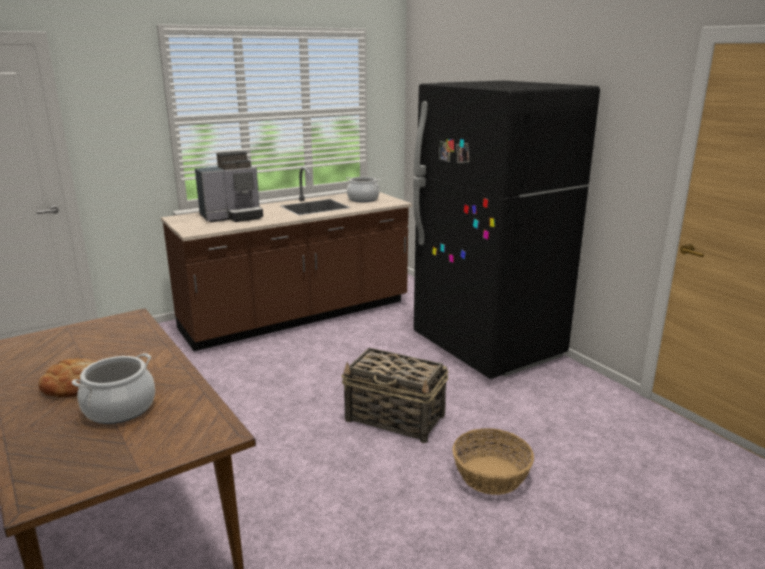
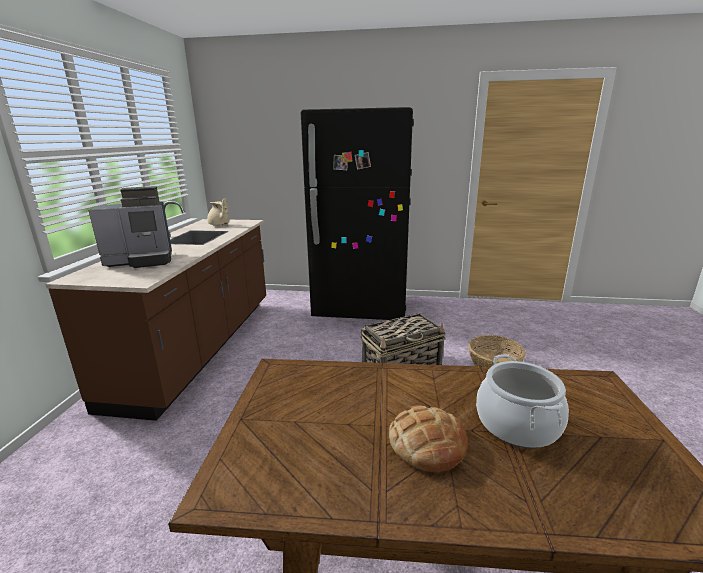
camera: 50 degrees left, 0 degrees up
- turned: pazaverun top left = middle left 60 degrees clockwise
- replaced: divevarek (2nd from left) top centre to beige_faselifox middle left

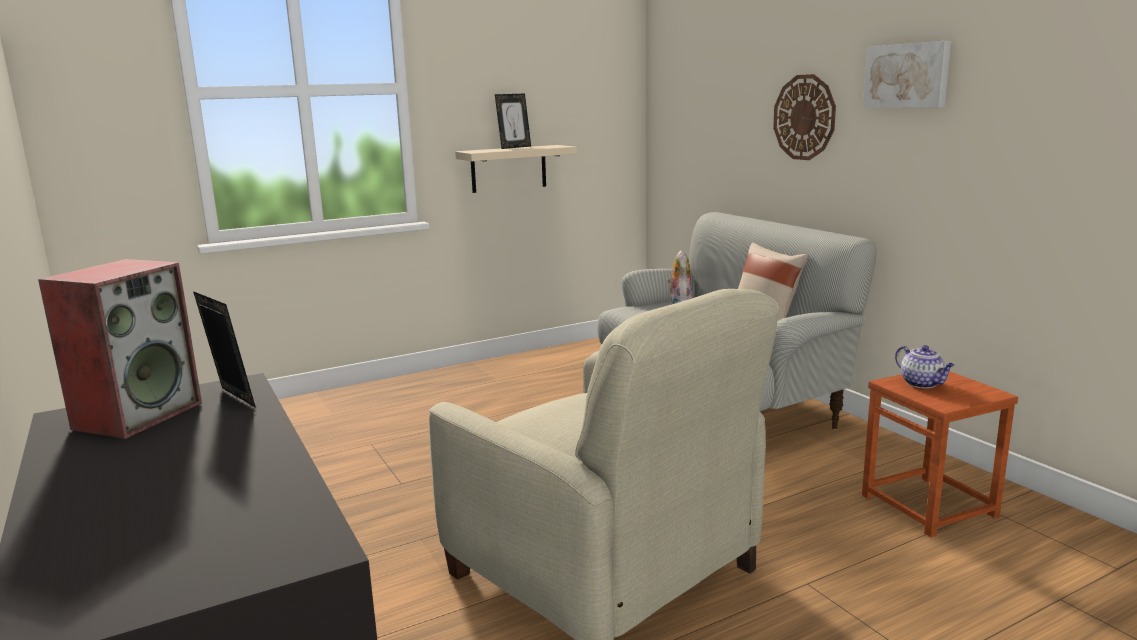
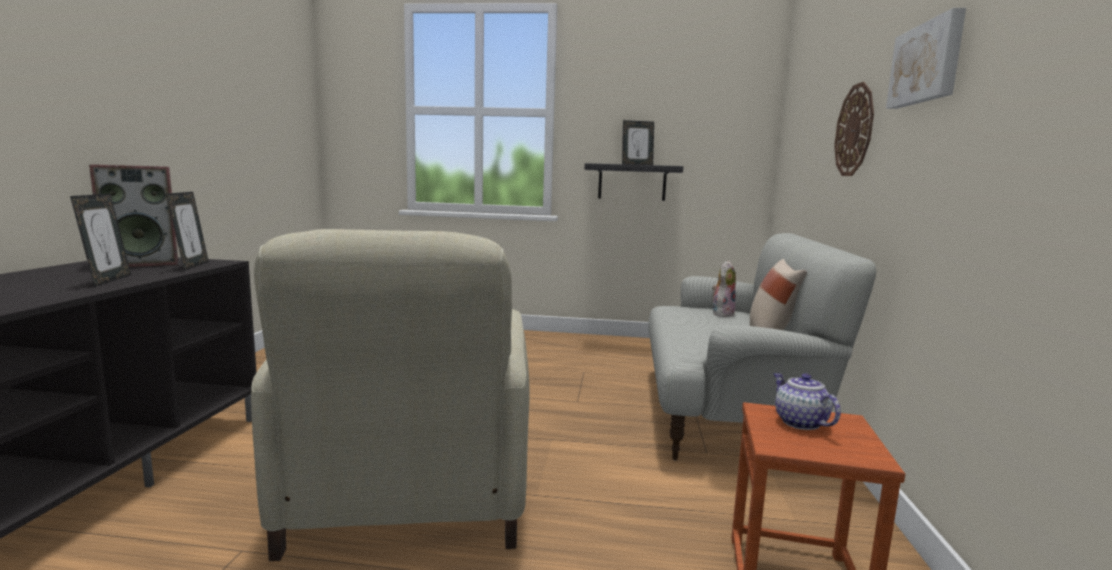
camera: 35 degrees right, 5 degrees down
- recoloured: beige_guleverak top centre to black_guleverak top centre
- turned: faselifox middle right = bottom right 150 degrees clockwise
- added: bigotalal (1st from left) middle left

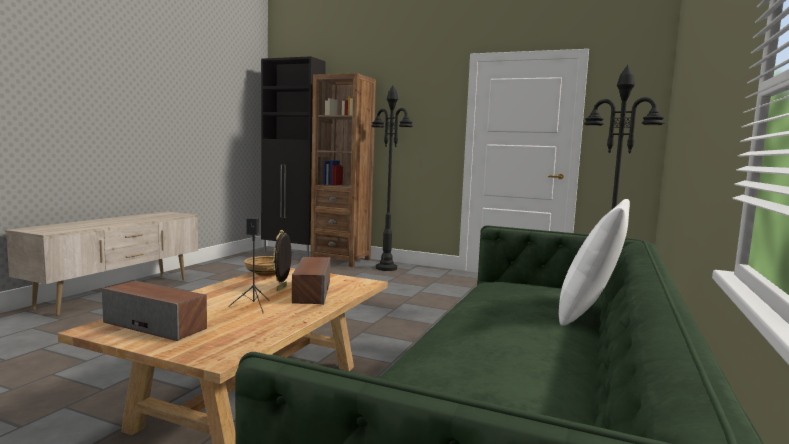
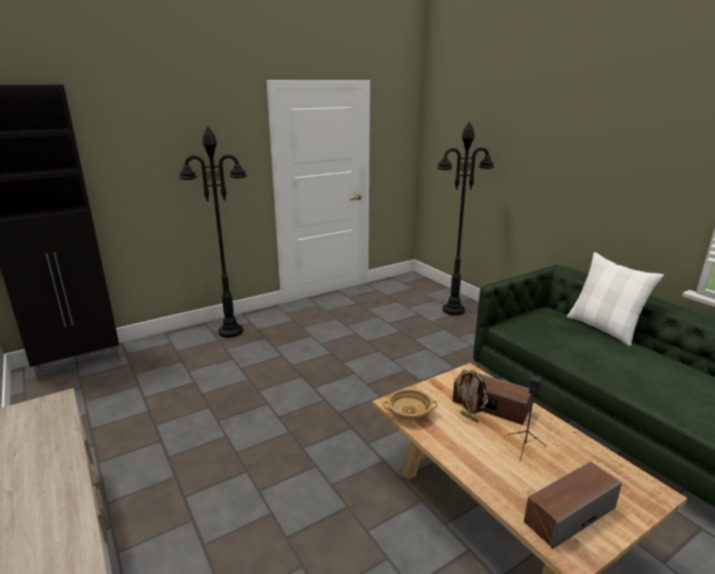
camera: 55 degrees left, 15 degrees up
- removed: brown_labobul centre

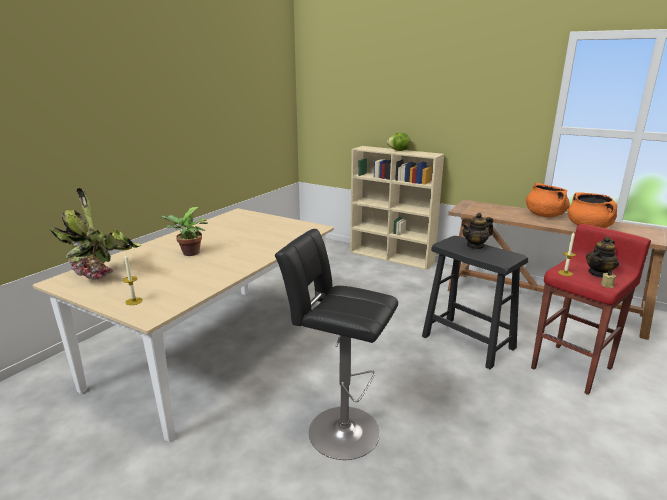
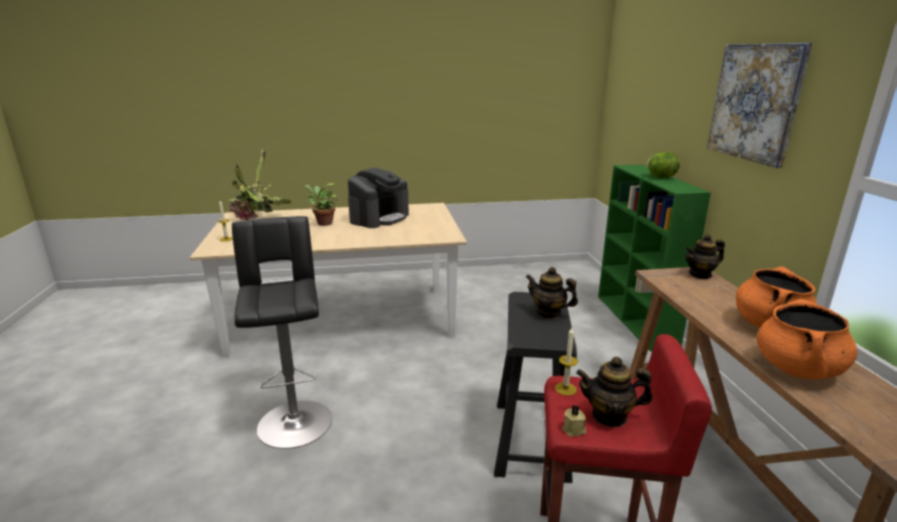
camera: 50 degrees right, 0 degrees up
- recoloured: beige_labobul centre to green_labobul middle right
- added: pazaverun centre
- added: faselifox (3rd from left) middle right
- added: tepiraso top right

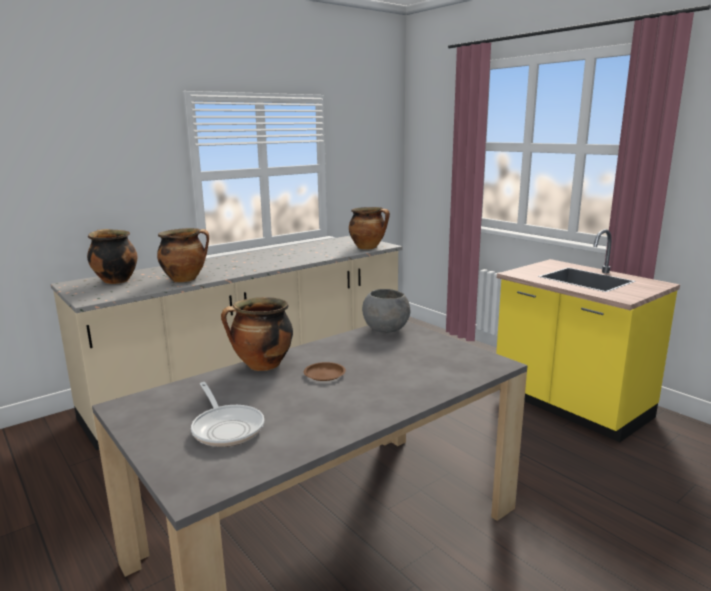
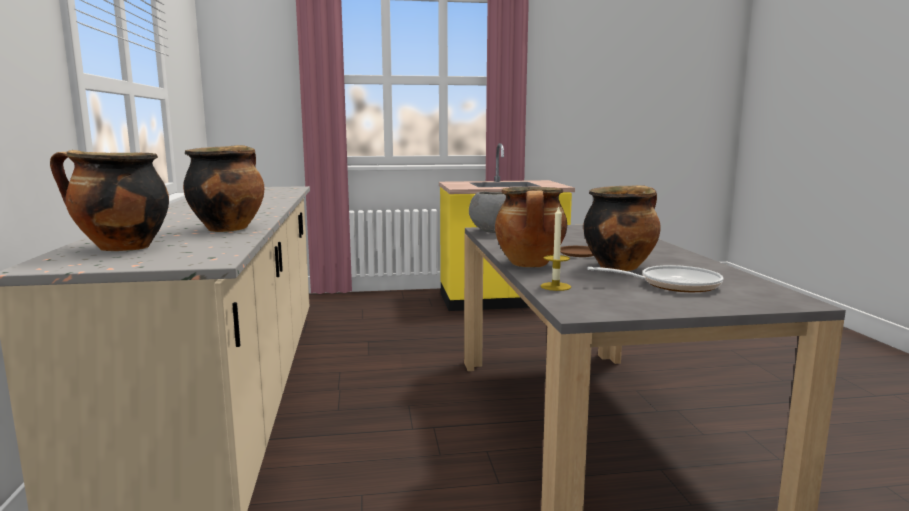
camera: 60 degrees left, 5 degrees down
- moved: divevarek (4th from left) centre to middle right
- added: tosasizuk centre

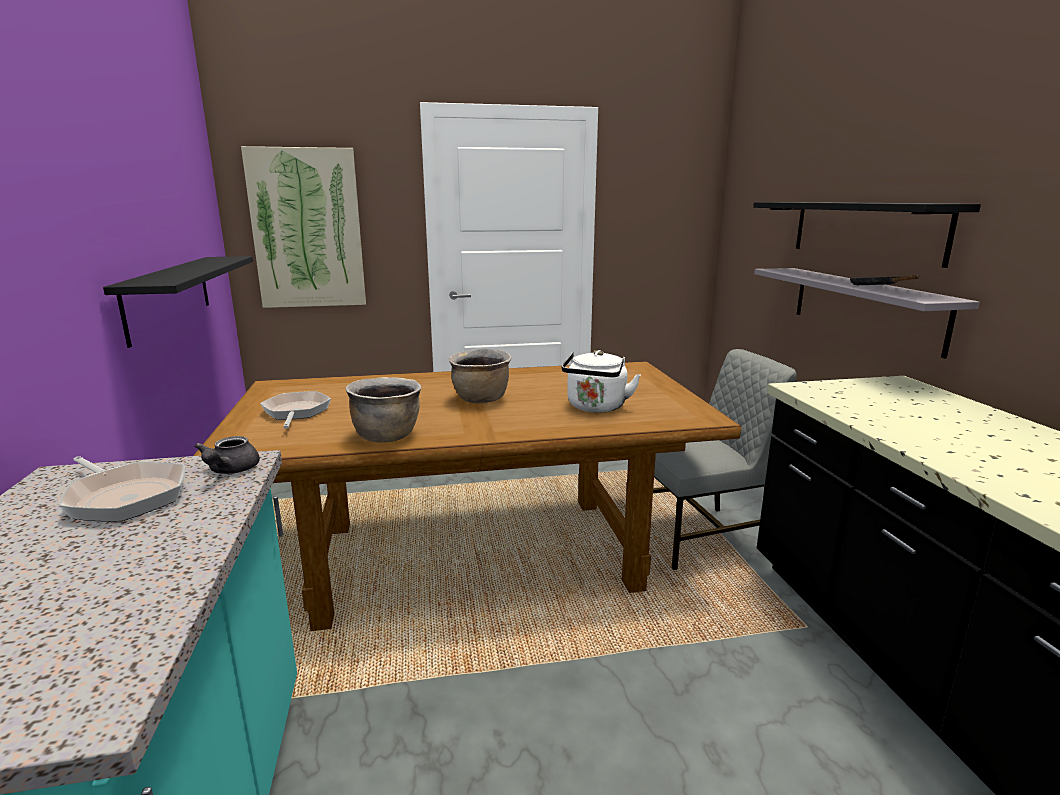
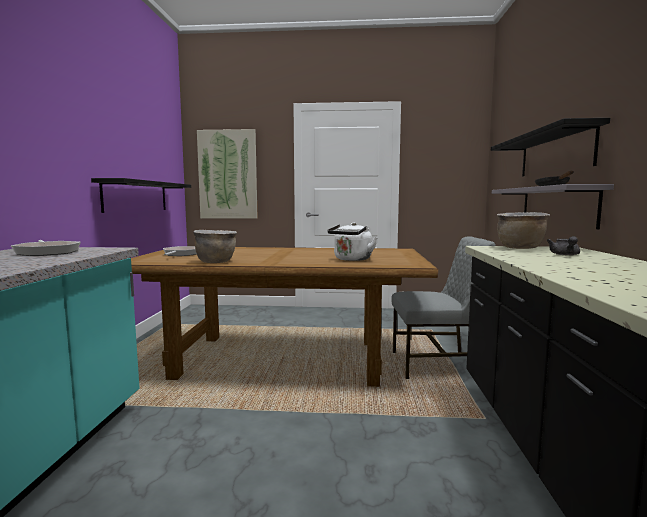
camera: 15 degrees right, 10 degrees down
- moved: grey_faselifox middle left to middle right
- moved: brown_divevarek (2nd from left) centre to middle right

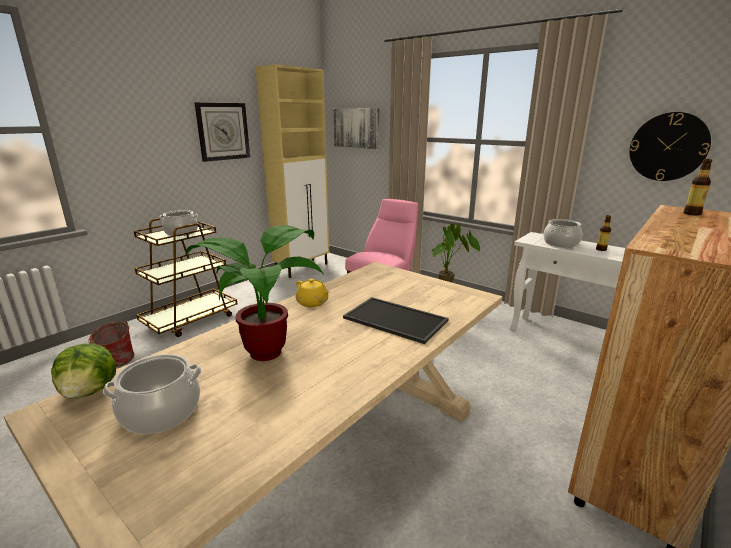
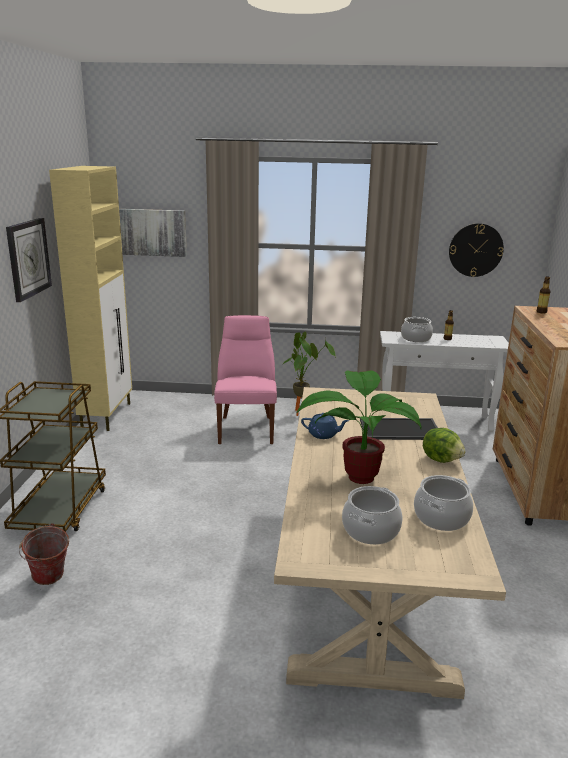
camera: 35 degrees left, 0 degrees up
- moved: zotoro bottom left to middle right
- moved: divevarek (2nd from left in the first image) middle left to divevarek (3rd from left) middle right
- recoloured: yellow_faselifox centre to blue_faselifox centre

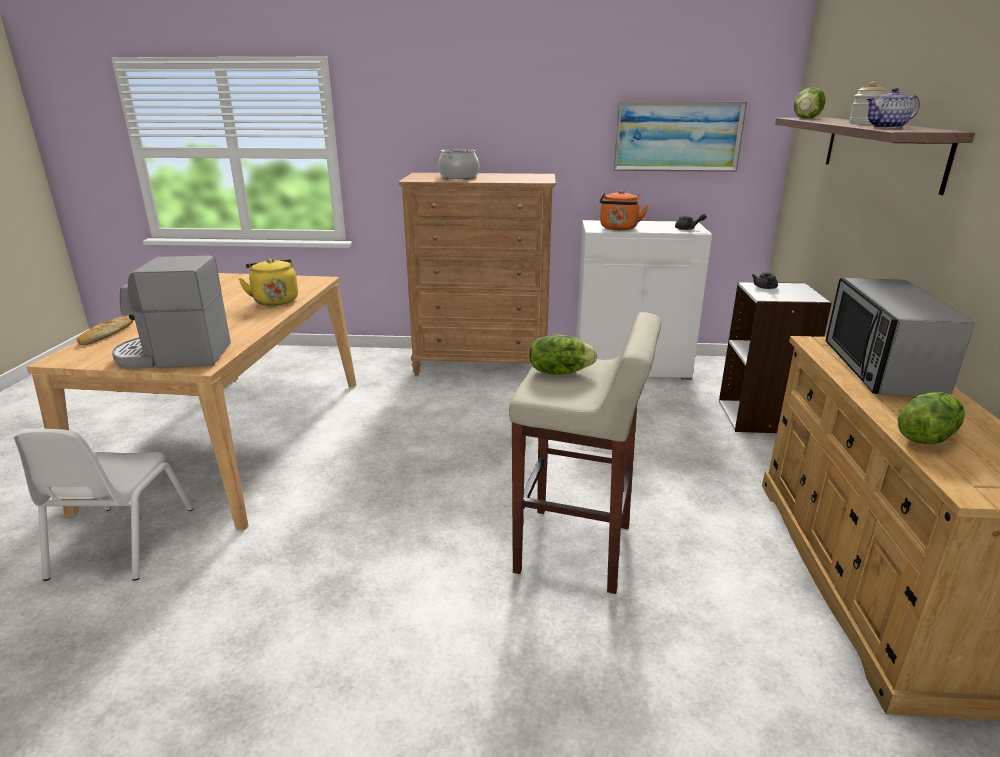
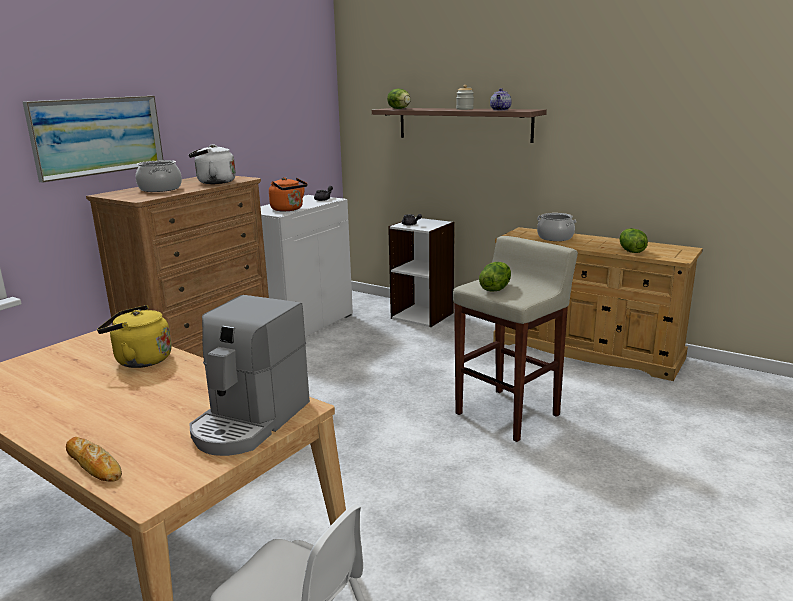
camera: 60 degrees left, 5 degrees down
- moved: tepiraso top right to top left
- replaced: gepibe middle right to divevarek (2nd from left) middle right
- added: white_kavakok top left

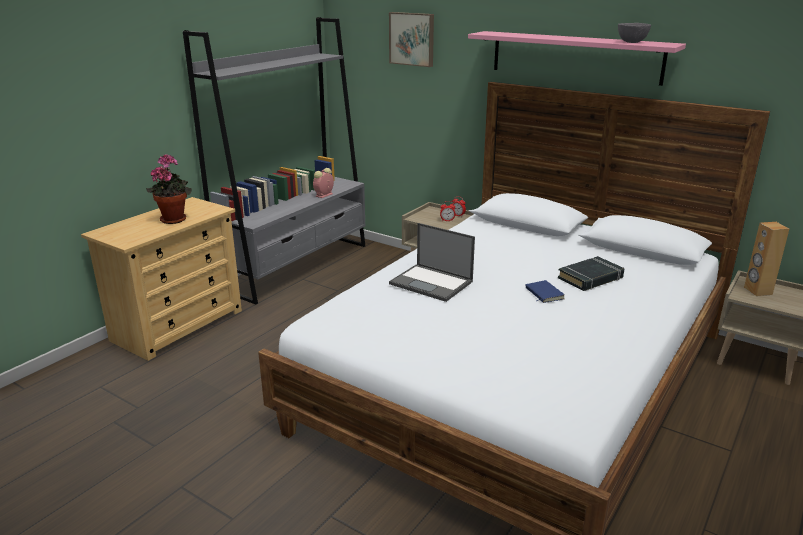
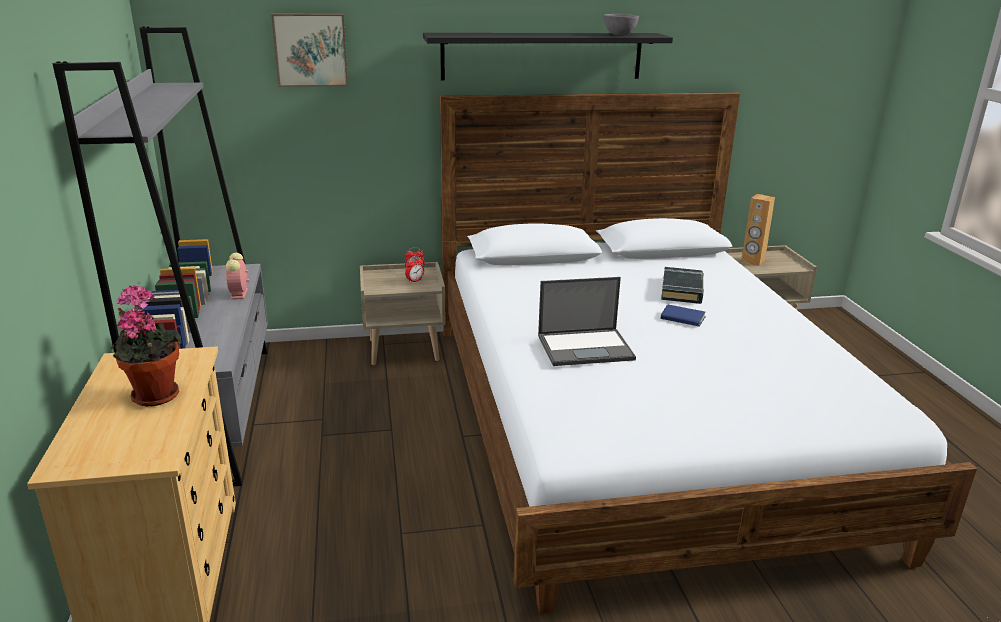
camera: 45 degrees left, 0 degrees up
- recoloured: pink_guleverak top right to black_guleverak top centre

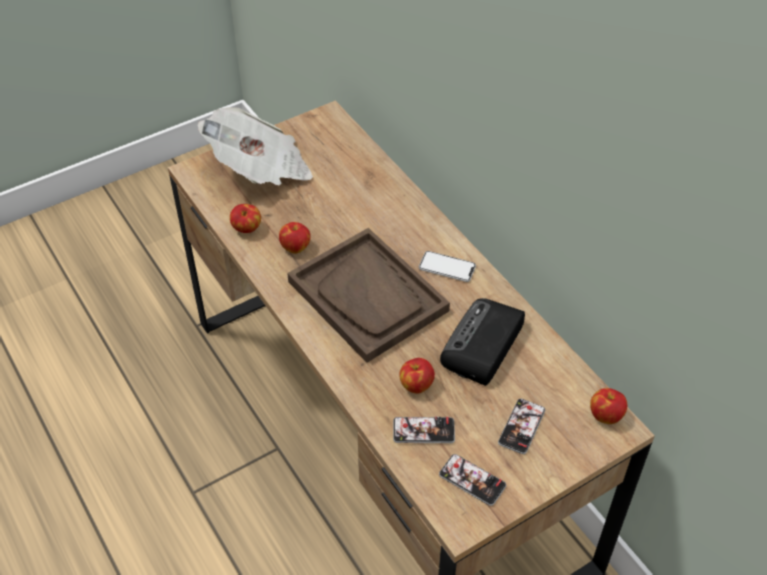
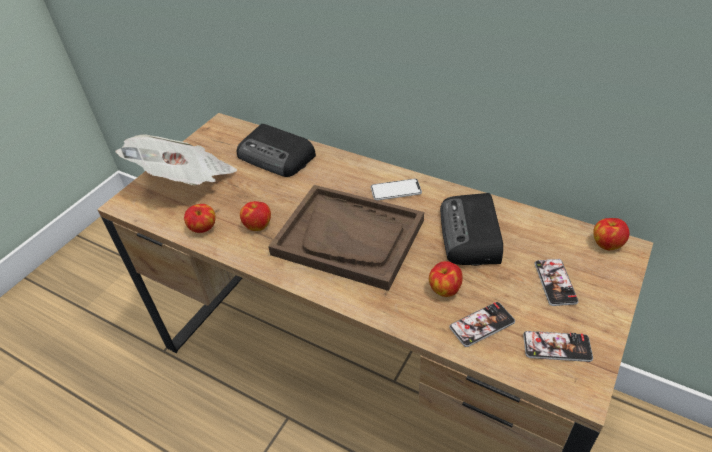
camera: 25 degrees left, 5 degrees down
- added: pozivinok (1st from left) top centre

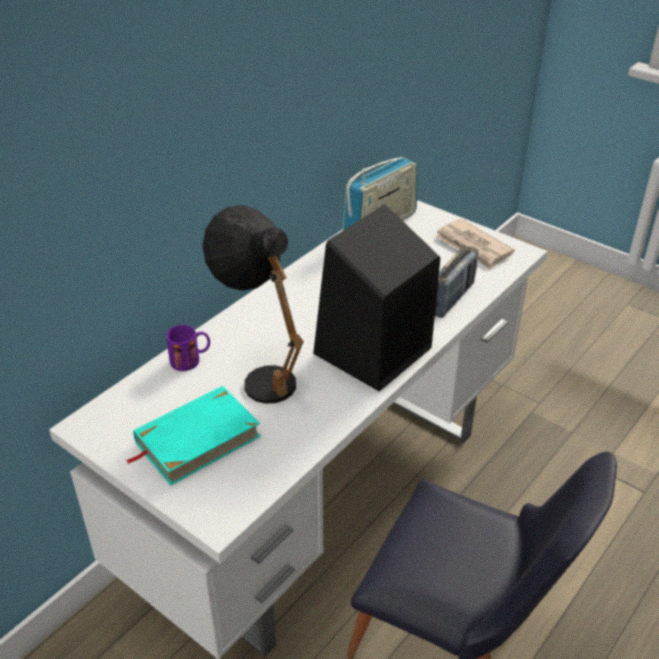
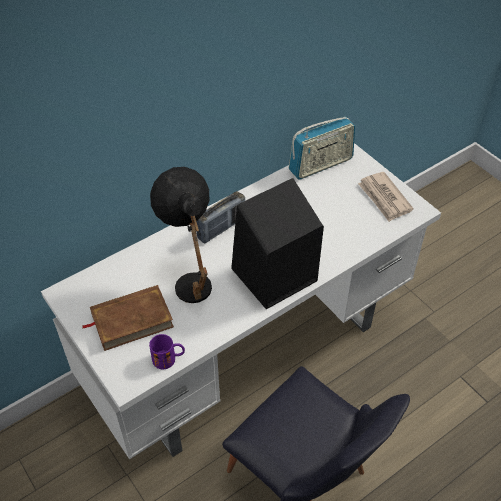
camera: 15 degrees right, 10 degrees up
- recoloured: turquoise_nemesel middle left to brown_nemesel middle left
- moved: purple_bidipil middle left to bottom centre
- moved: pozivinok (2nd from left in the first image) middle right to pozivinok (1st from left) centre

